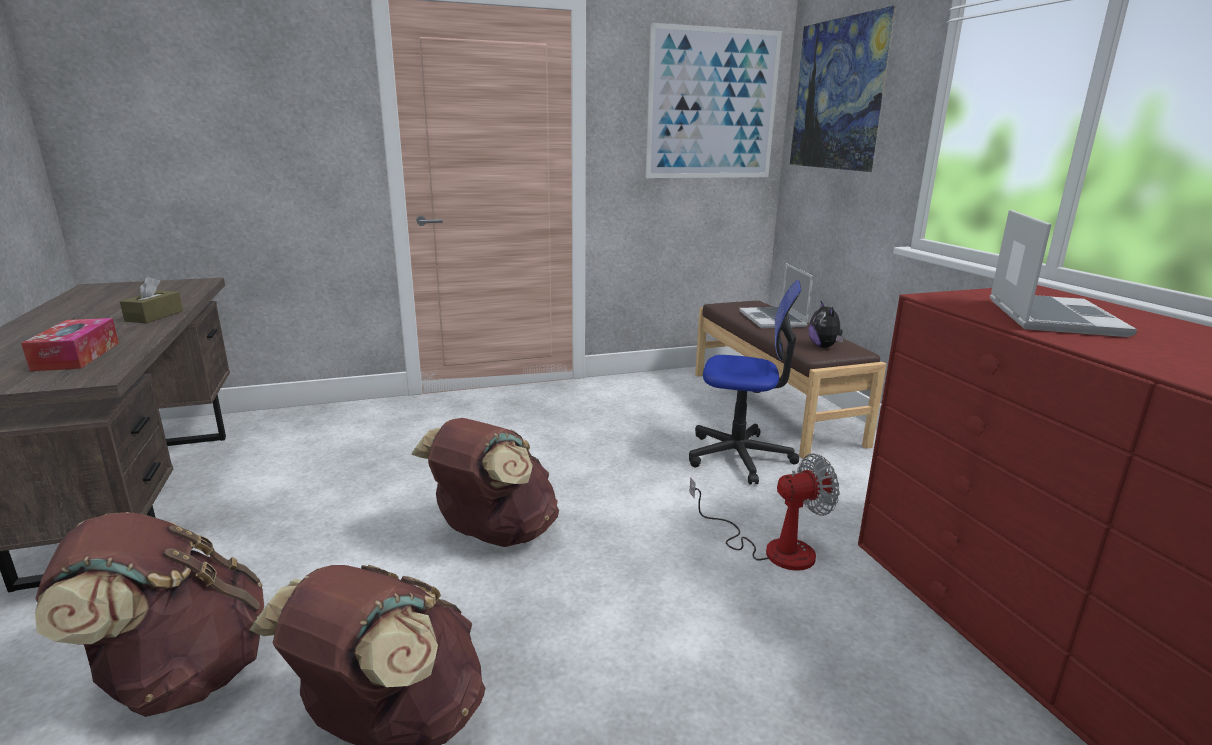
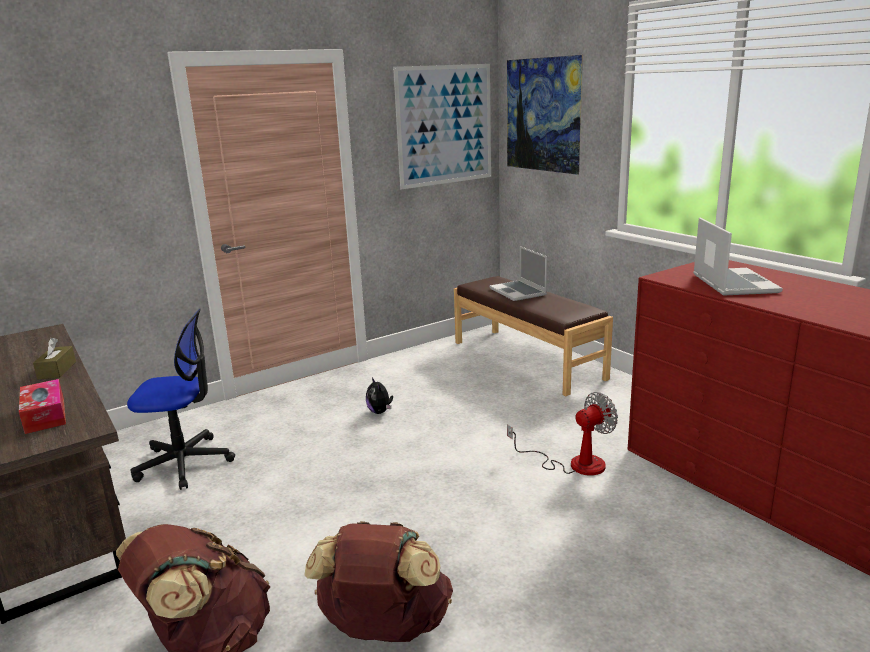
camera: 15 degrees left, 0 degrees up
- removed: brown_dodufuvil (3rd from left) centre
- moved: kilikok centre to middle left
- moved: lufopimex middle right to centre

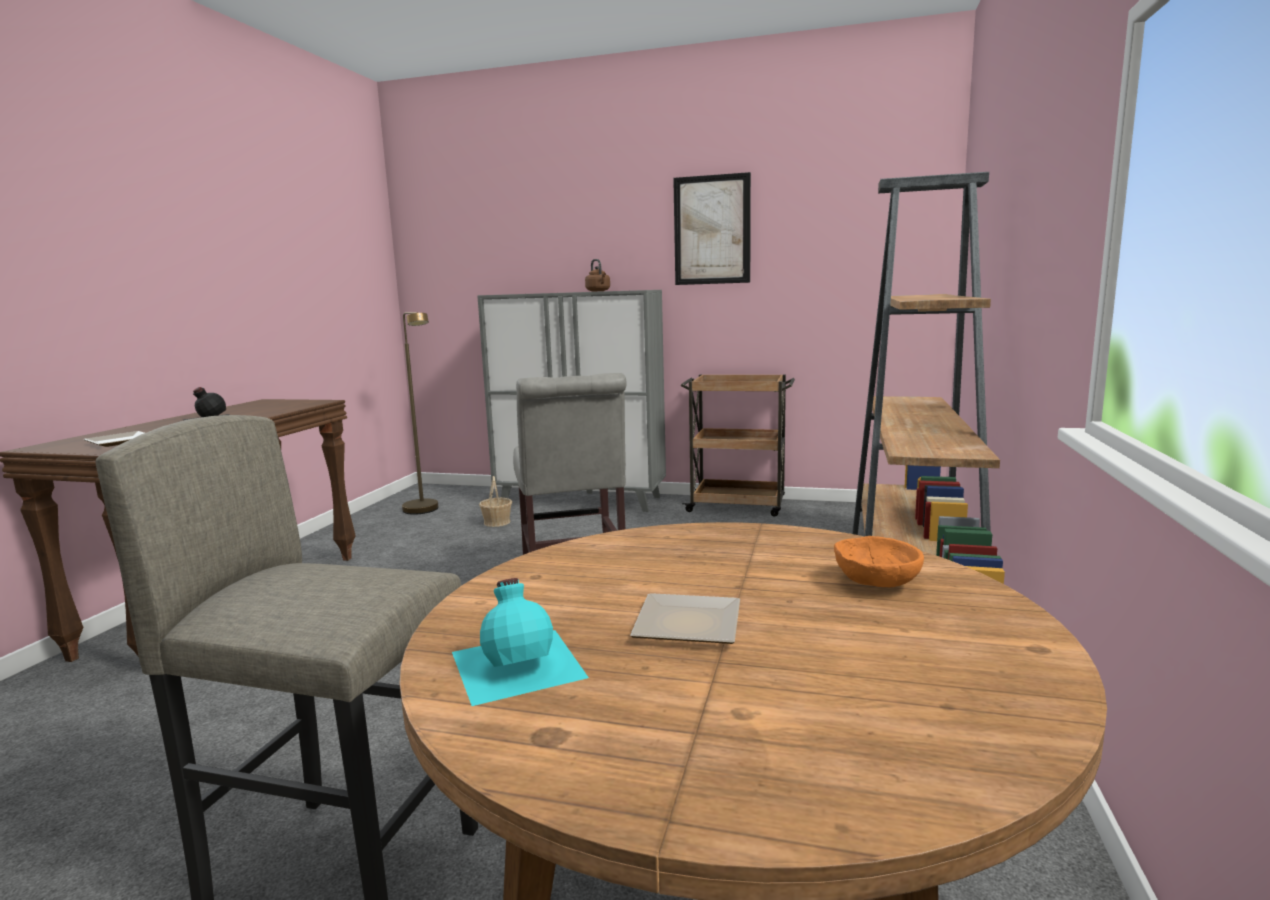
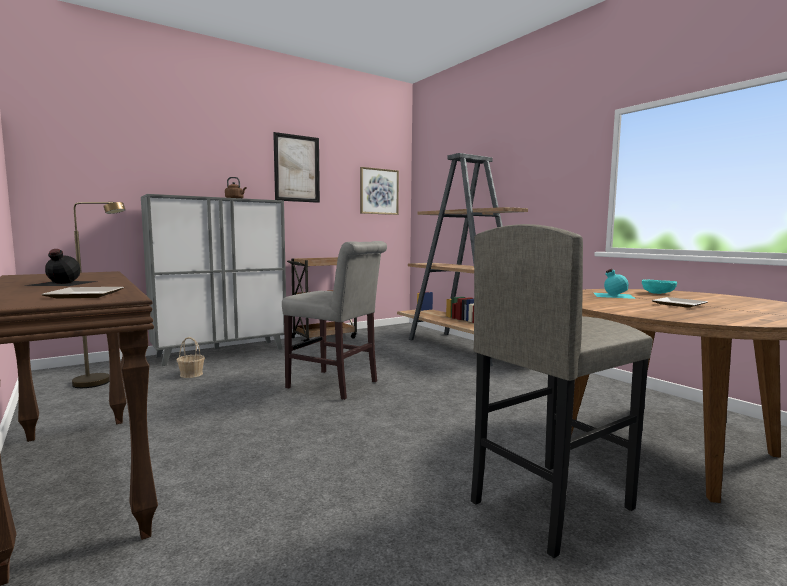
camera: 50 degrees left, 5 degrees down
- moved: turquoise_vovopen bottom centre to middle right
- recoloured: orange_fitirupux middle right to turquoise_fitirupux middle right
- added: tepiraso (2nd from left) top centre

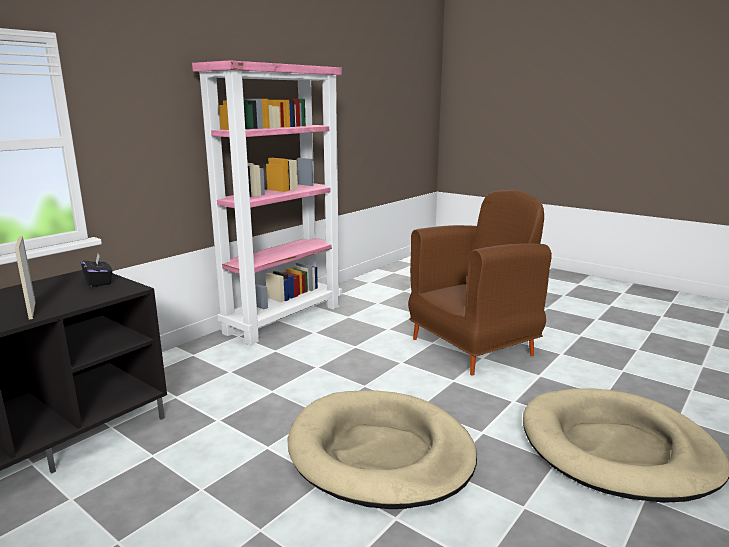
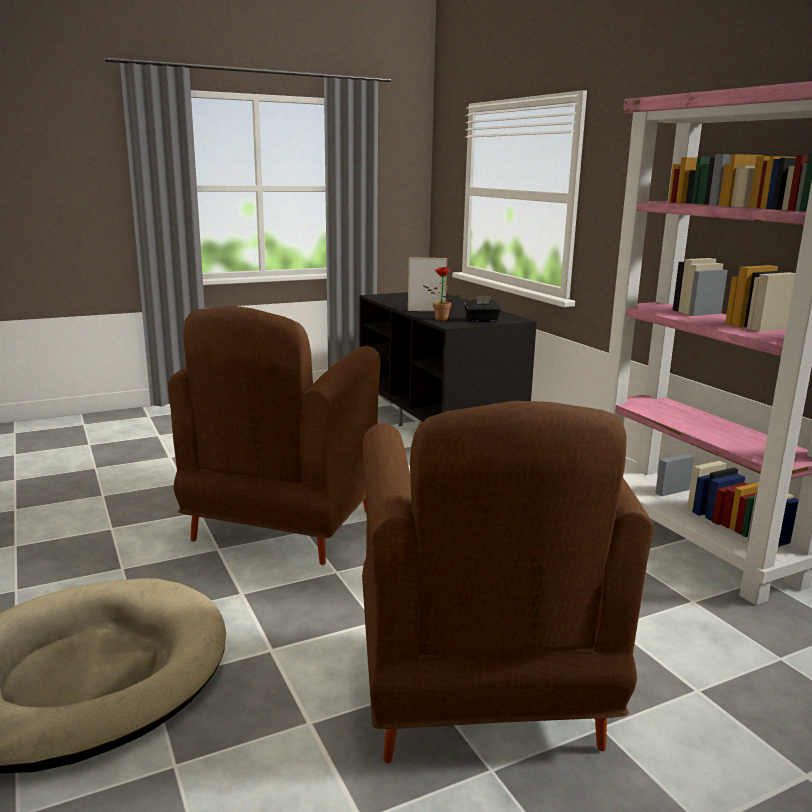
camera: 115 degrees right, 0 degrees up
- replaced: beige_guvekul (1st from left) bottom centre to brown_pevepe (1st from left) centre
- added: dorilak centre

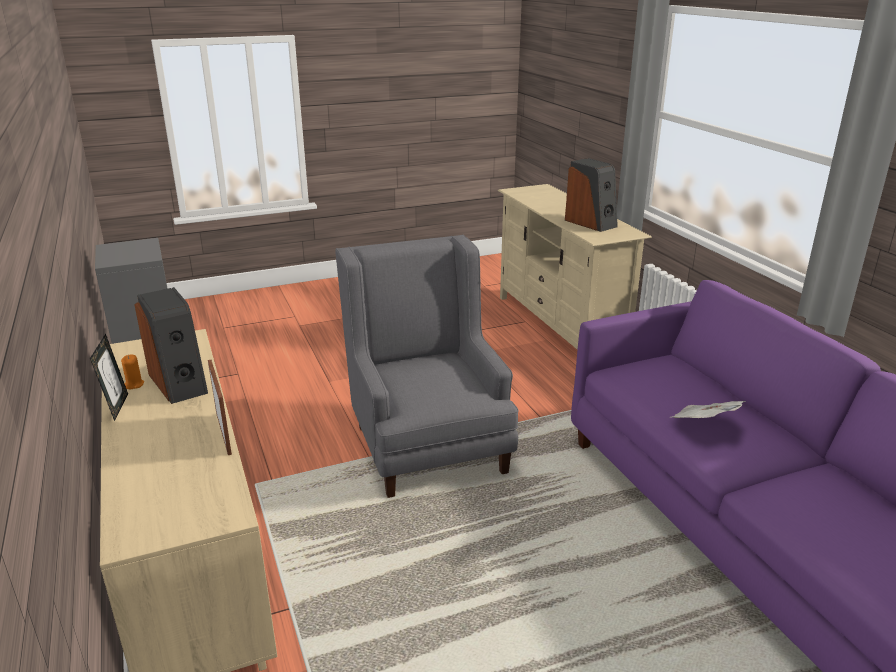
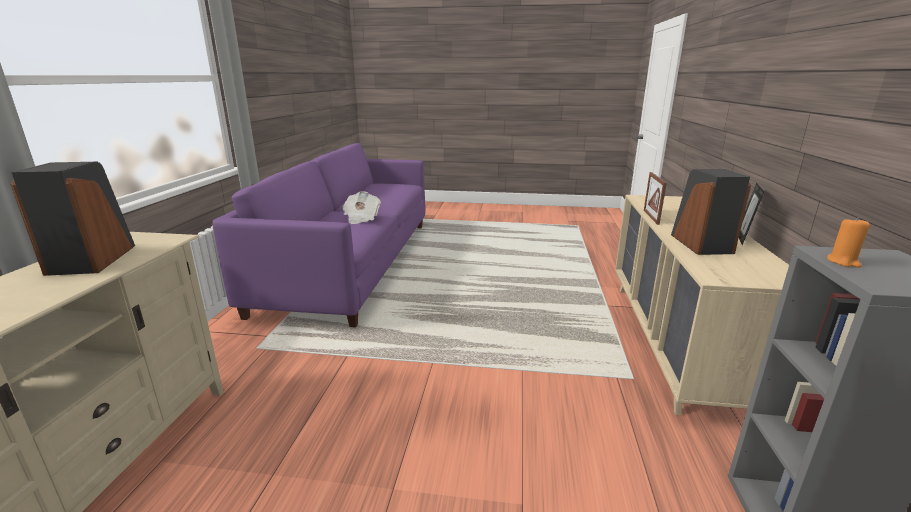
camera: 150 degrees left, 5 degrees down
- moved: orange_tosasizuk middle left to middle right
- removed: grey_pevepe centre

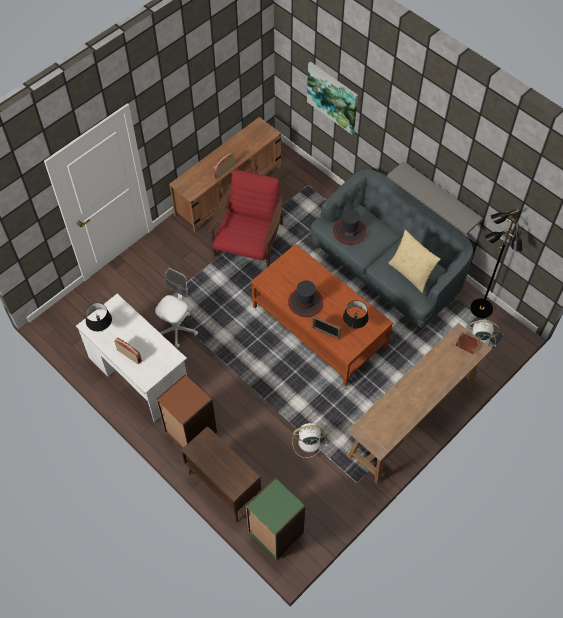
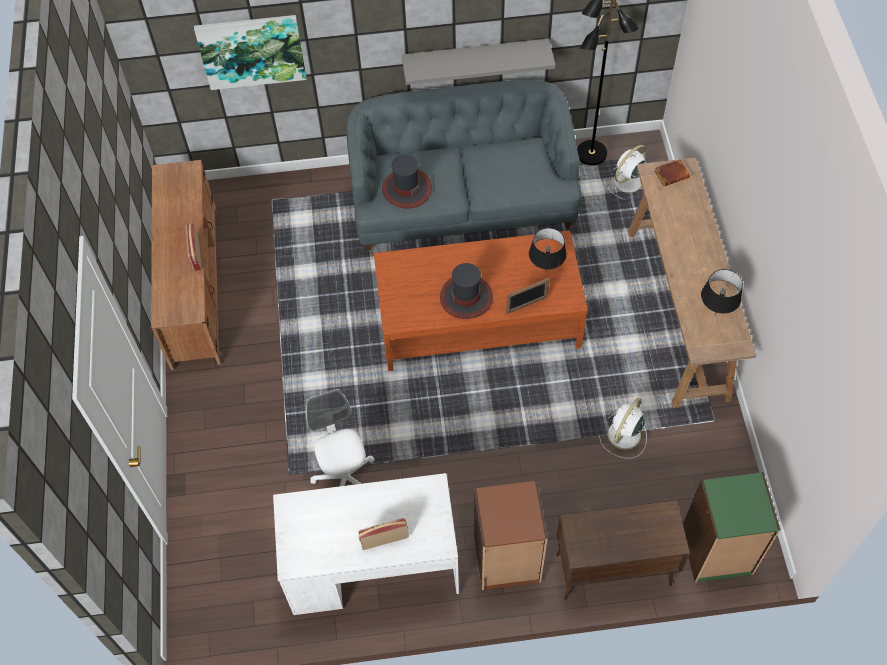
camera: 50 degrees left, 0 degrees up
- moved: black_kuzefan (1st from left in the first image) middle left to black_kuzefan (2nd from left) middle right
- removed: red_pevepe centre
- removed: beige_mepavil middle right

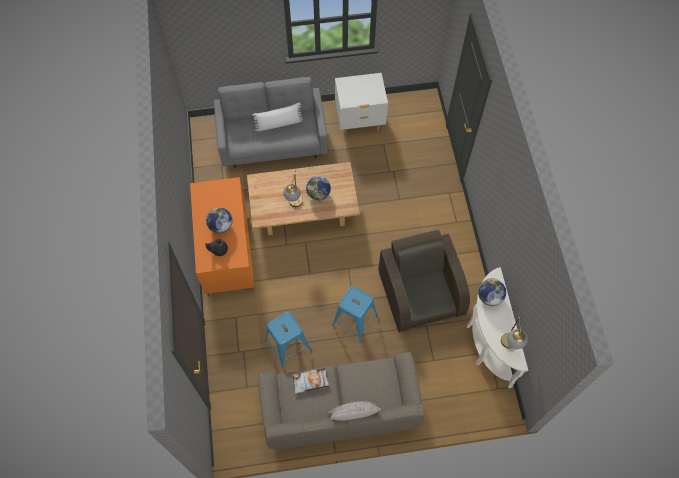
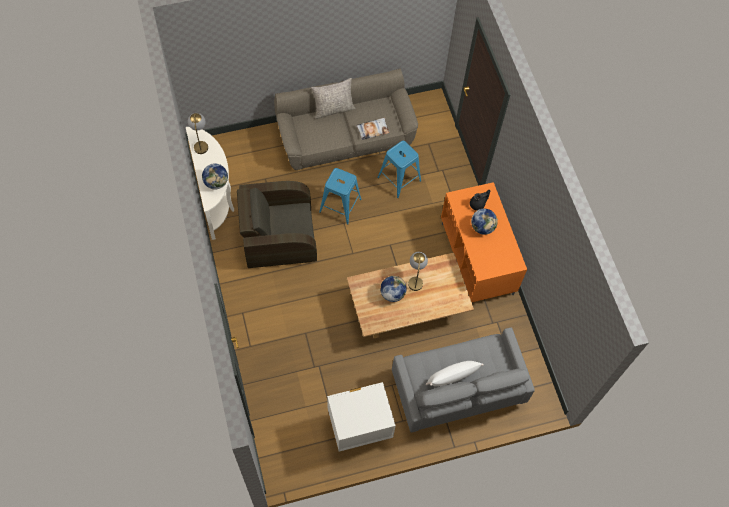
camera: 170 degrees right, 0 degrees up
- turned: brown_pevepe centre = centre 105 degrees clockwise

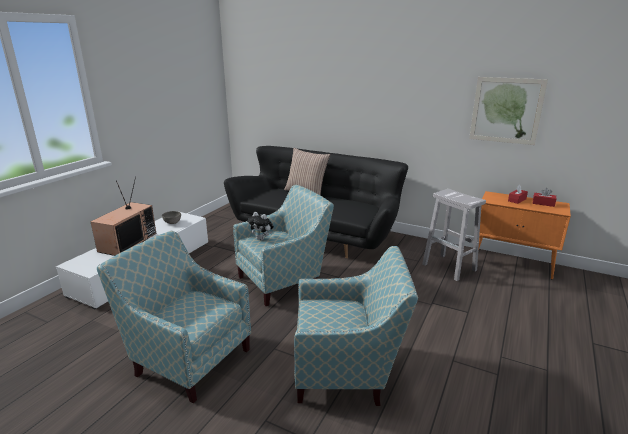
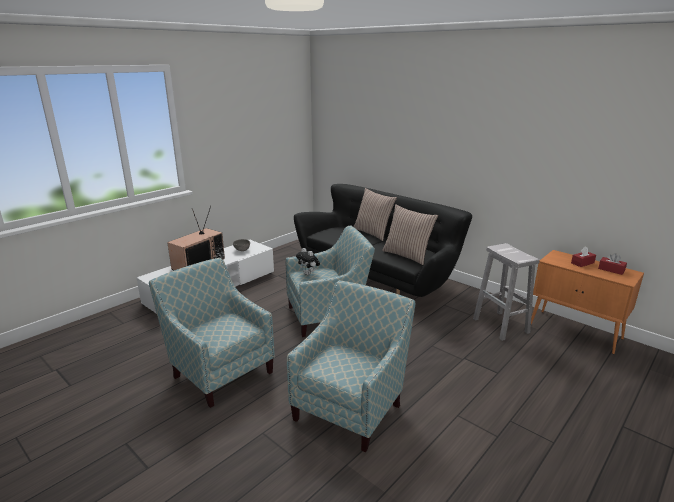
camera: 15 degrees right, 0 degrees up
- turned: pevepe (3rd from left) bottom centre = bottom centre 75 degrees counterclockwise
- removed: tepiraso top right
- added: mepavil (2nd from left) centre

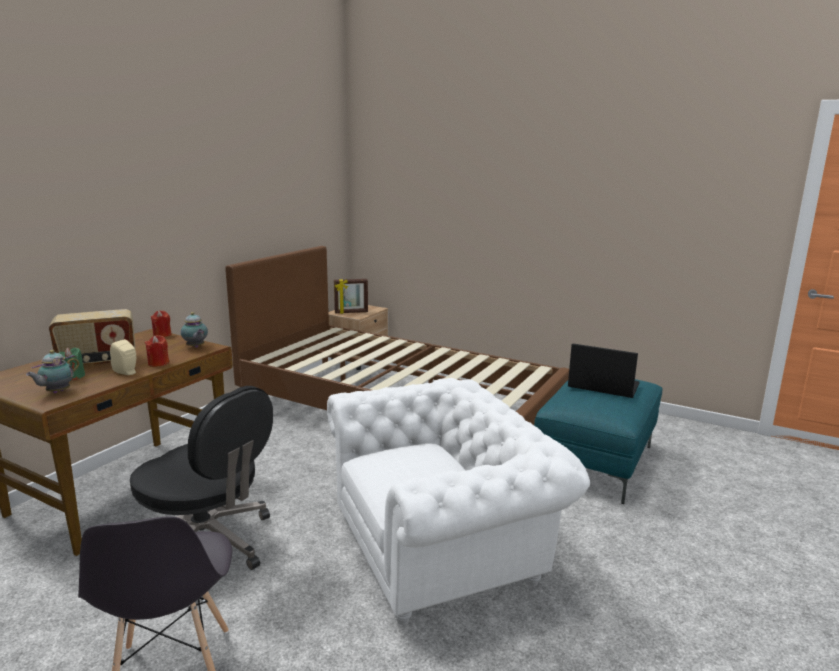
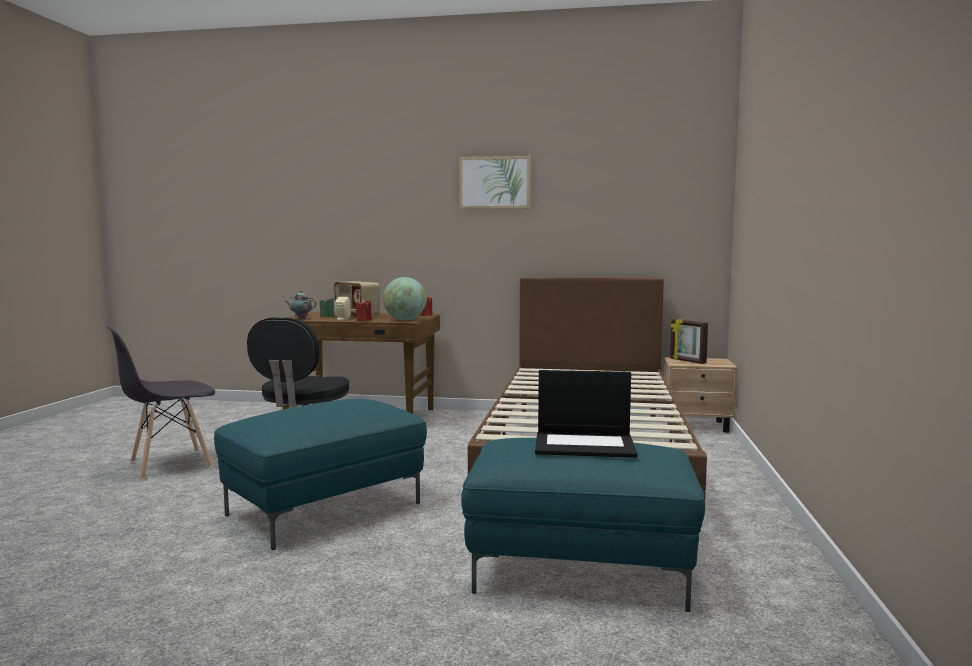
camera: 70 degrees right, 10 degrees down
- replaced: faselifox (2nd from left) middle left to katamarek centre
- replaced: white_pevepe bottom centre to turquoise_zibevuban (1st from left) bottom left
- turned: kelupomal middle right = centre 90 degrees clockwise
- added: tepiraso top centre

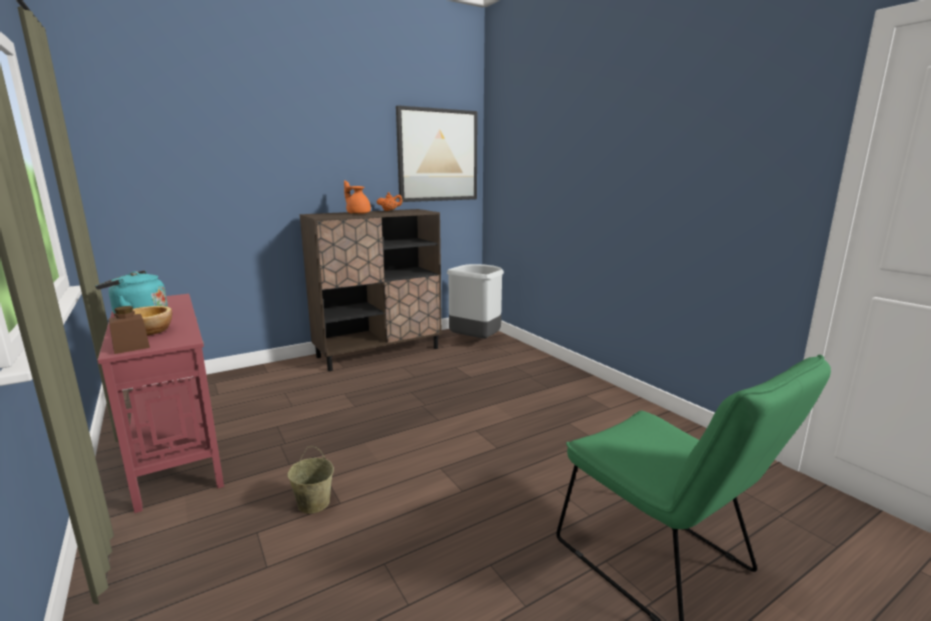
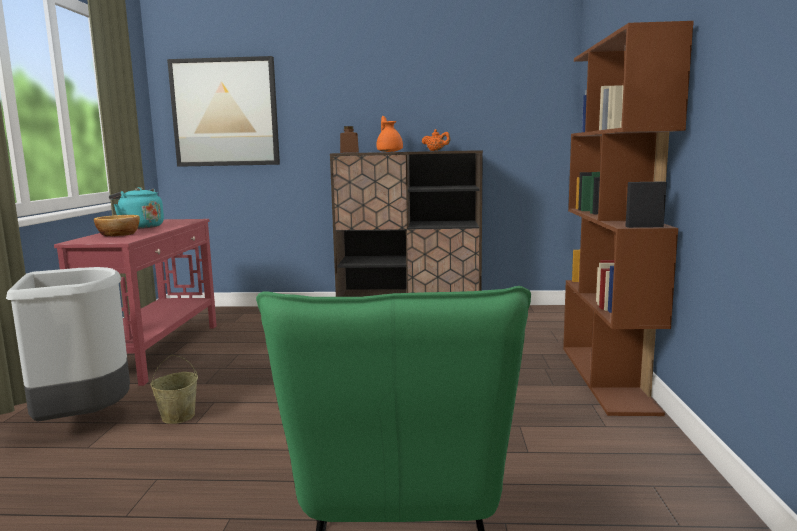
camera: 35 degrees right, 5 degrees down
- moved: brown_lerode middle left to top centre
- moved: tepiraso top centre to top left
- moved: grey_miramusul centre to middle left
- added: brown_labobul middle right

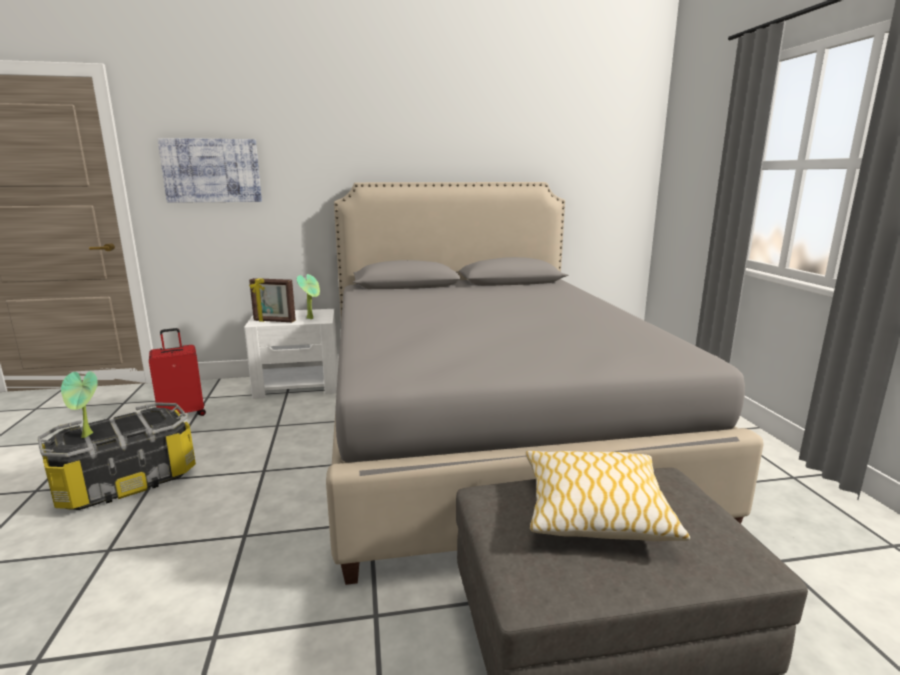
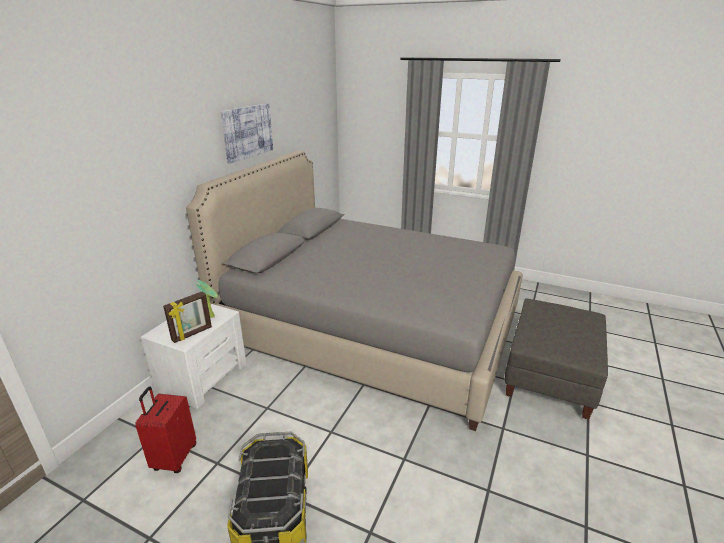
camera: 55 degrees left, 10 degrees up
- removed: dorilak (1st from left) middle left
- moved: tepiraso top left to top centre
- removed: mepavil bottom right

